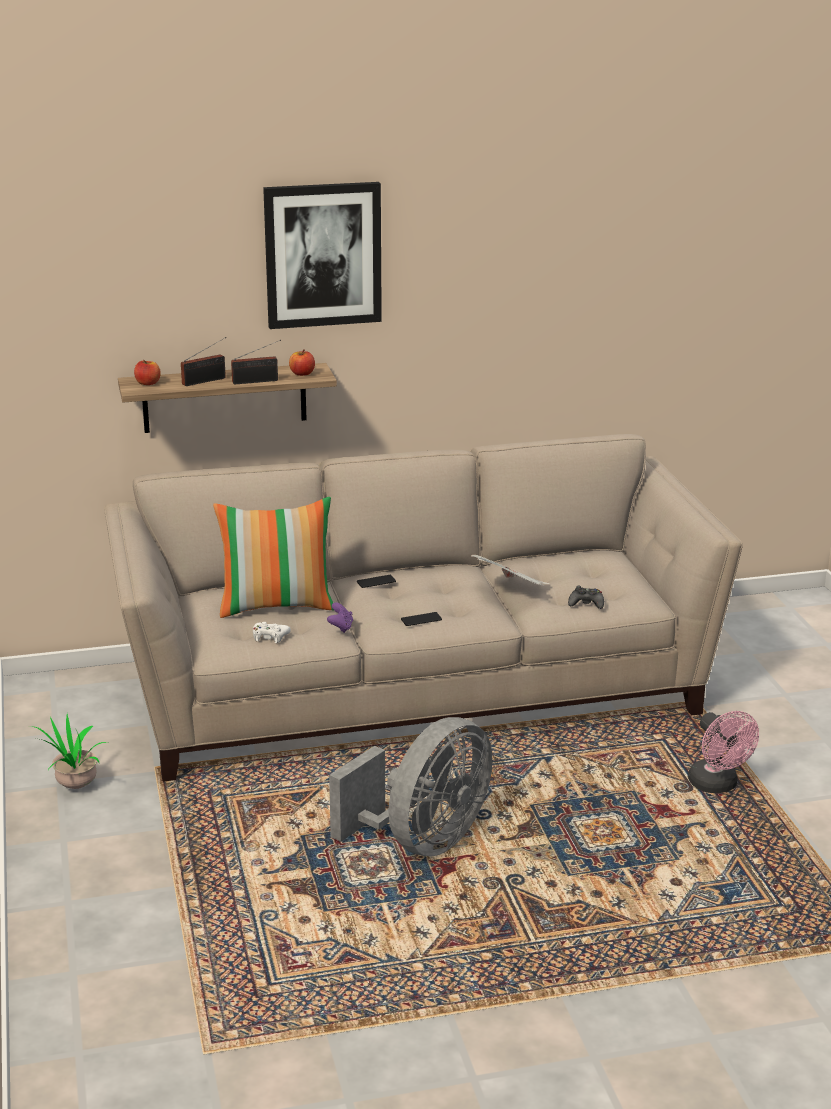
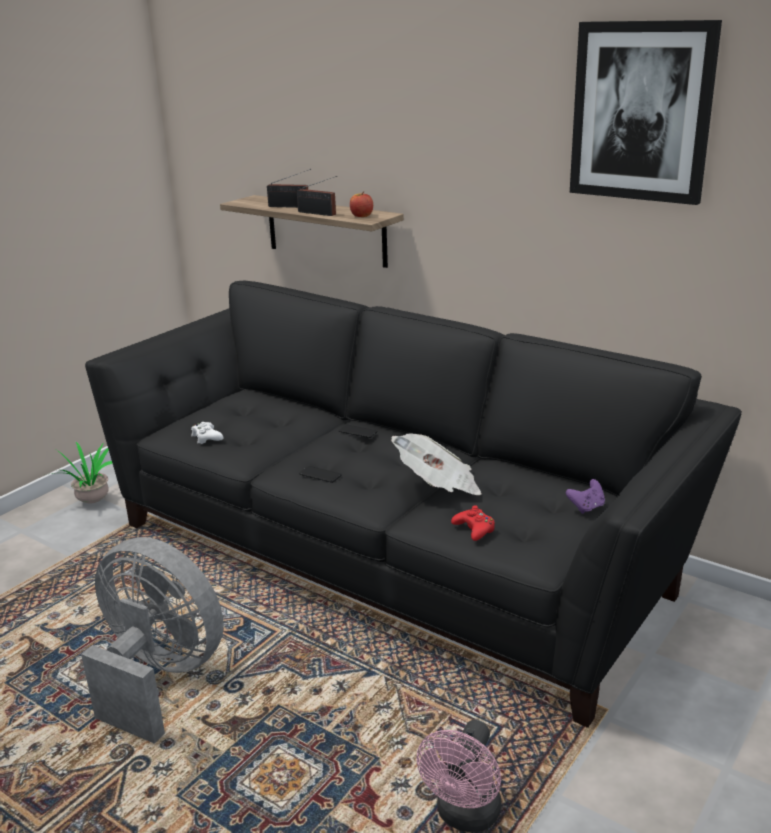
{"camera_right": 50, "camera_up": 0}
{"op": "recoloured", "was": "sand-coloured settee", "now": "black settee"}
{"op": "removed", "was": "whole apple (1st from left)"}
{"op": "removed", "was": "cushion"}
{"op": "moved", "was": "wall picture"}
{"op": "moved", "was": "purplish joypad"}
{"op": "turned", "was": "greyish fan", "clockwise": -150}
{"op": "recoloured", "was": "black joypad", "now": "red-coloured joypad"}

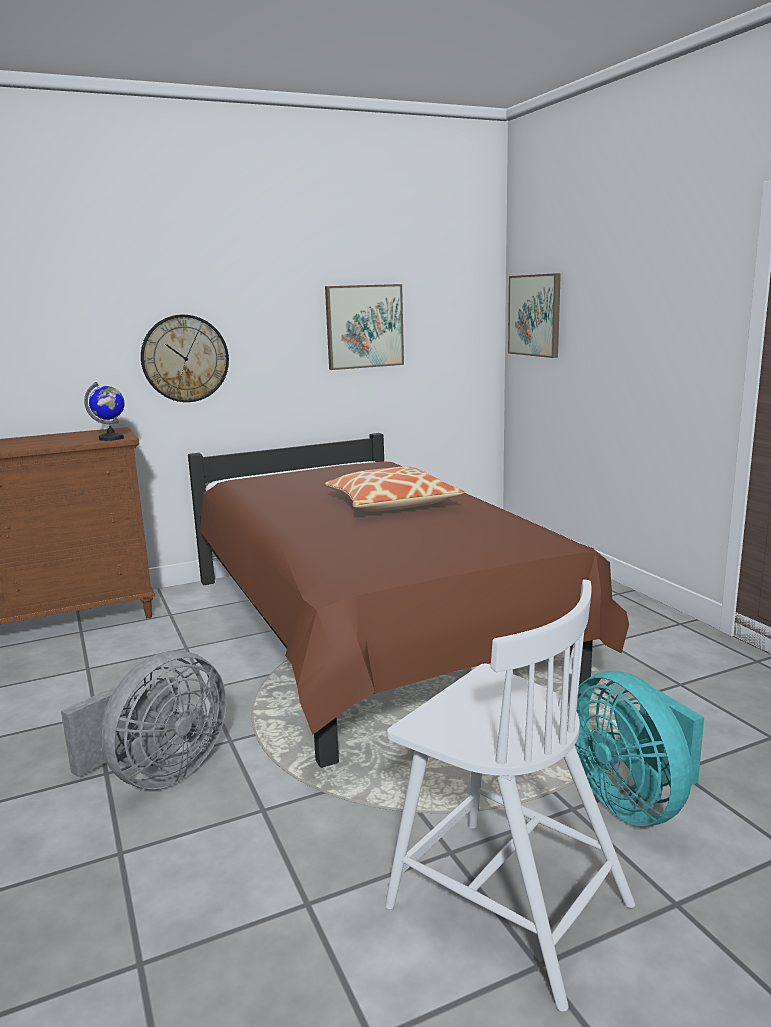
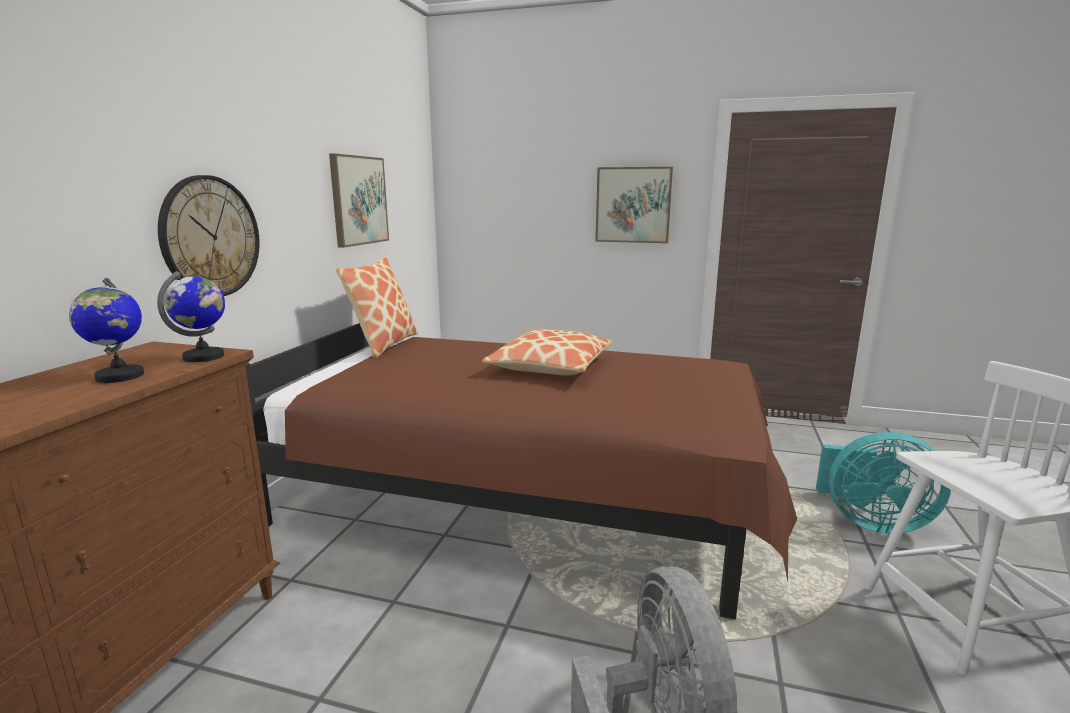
{"camera_right": -50, "camera_up": 0}
{"op": "moved", "was": "wall picture (2nd from left)"}
{"op": "added", "now": "world globe (1st from left)"}
{"op": "added", "now": "cushion (1st from left)"}

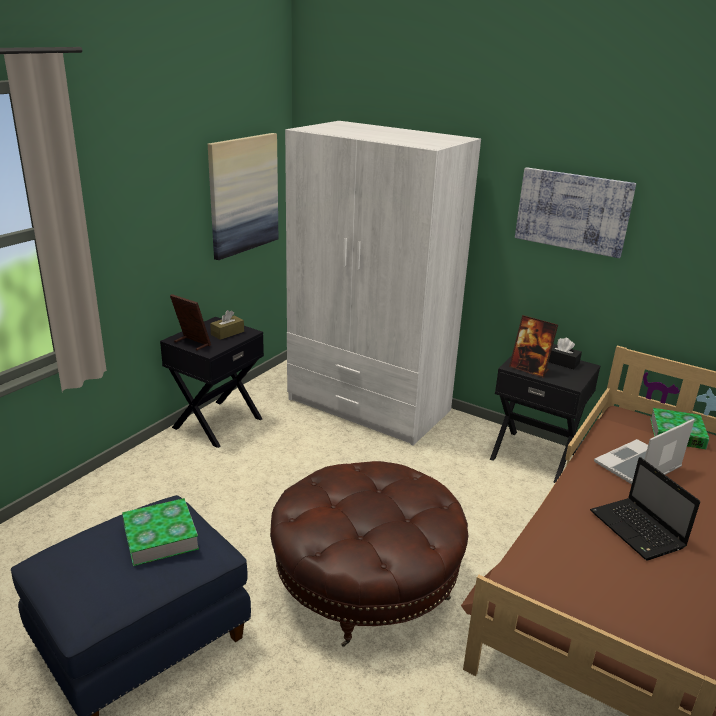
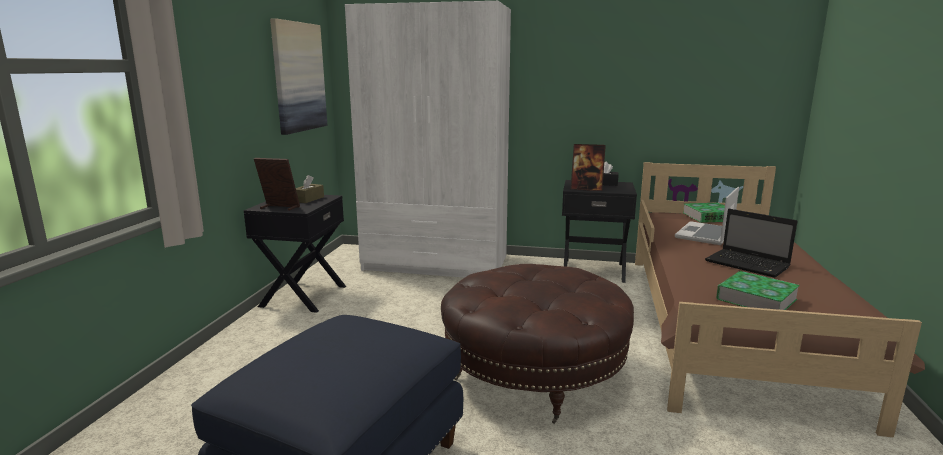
{"camera_right": -20, "camera_up": -10}
{"op": "moved", "was": "volume (1st from left in the first image)", "now": "volume (2nd from left)"}
{"op": "removed", "was": "wall picture (2nd from left)"}

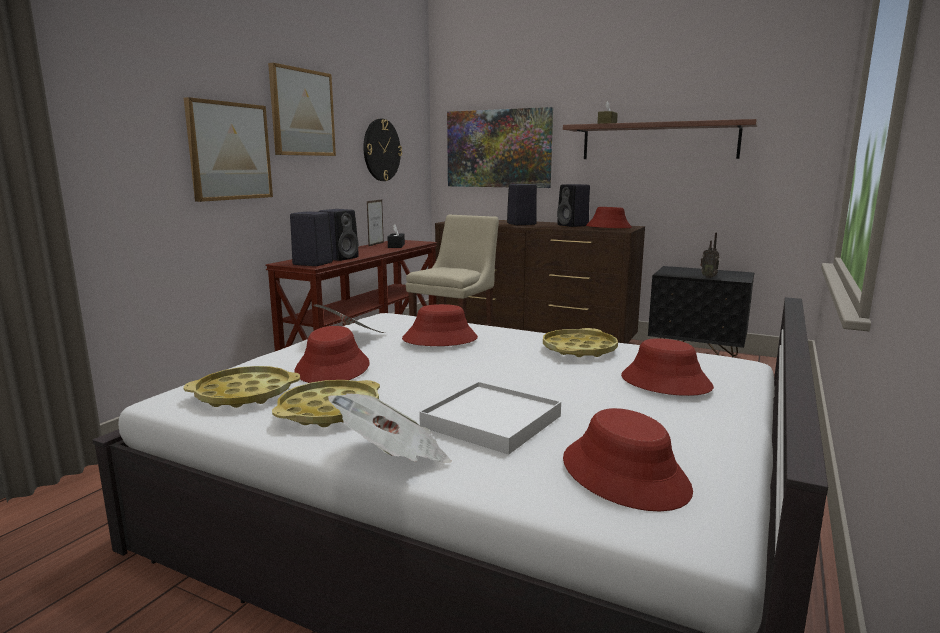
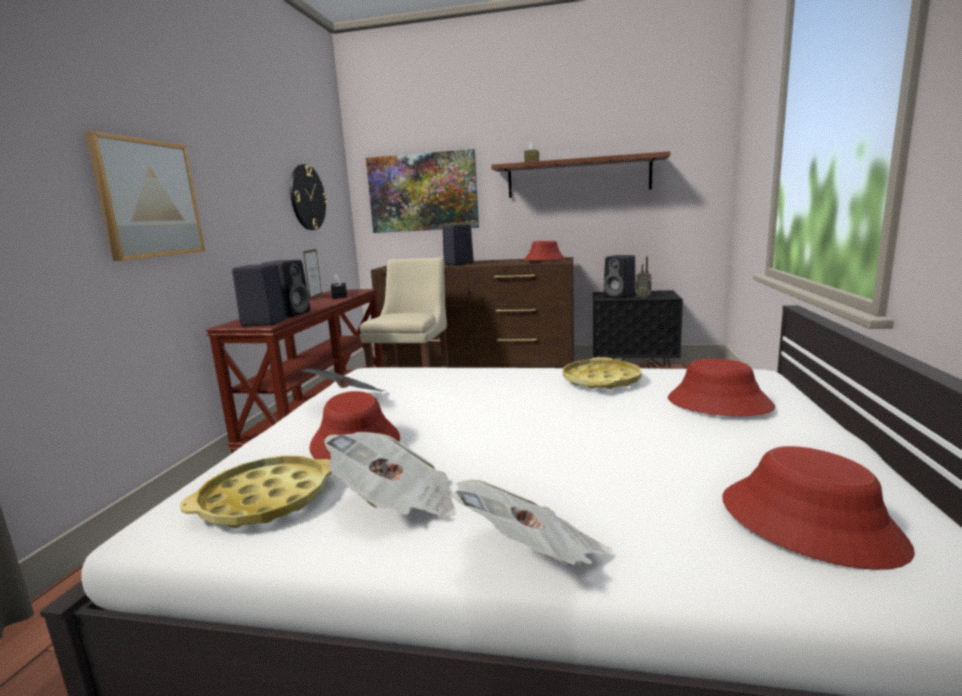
{"camera_right": -15, "camera_up": 0}
{"op": "removed", "was": "wall picture (2nd from left)"}
{"op": "replaced", "was": "yellowish serving tray (2nd from left)", "now": "daily paper (2nd from left)"}
{"op": "removed", "was": "red-coloured hat (2nd from left)"}
{"op": "removed", "was": "white-coloured serving tray"}
{"op": "moved", "was": "black speaker (4th from left)"}

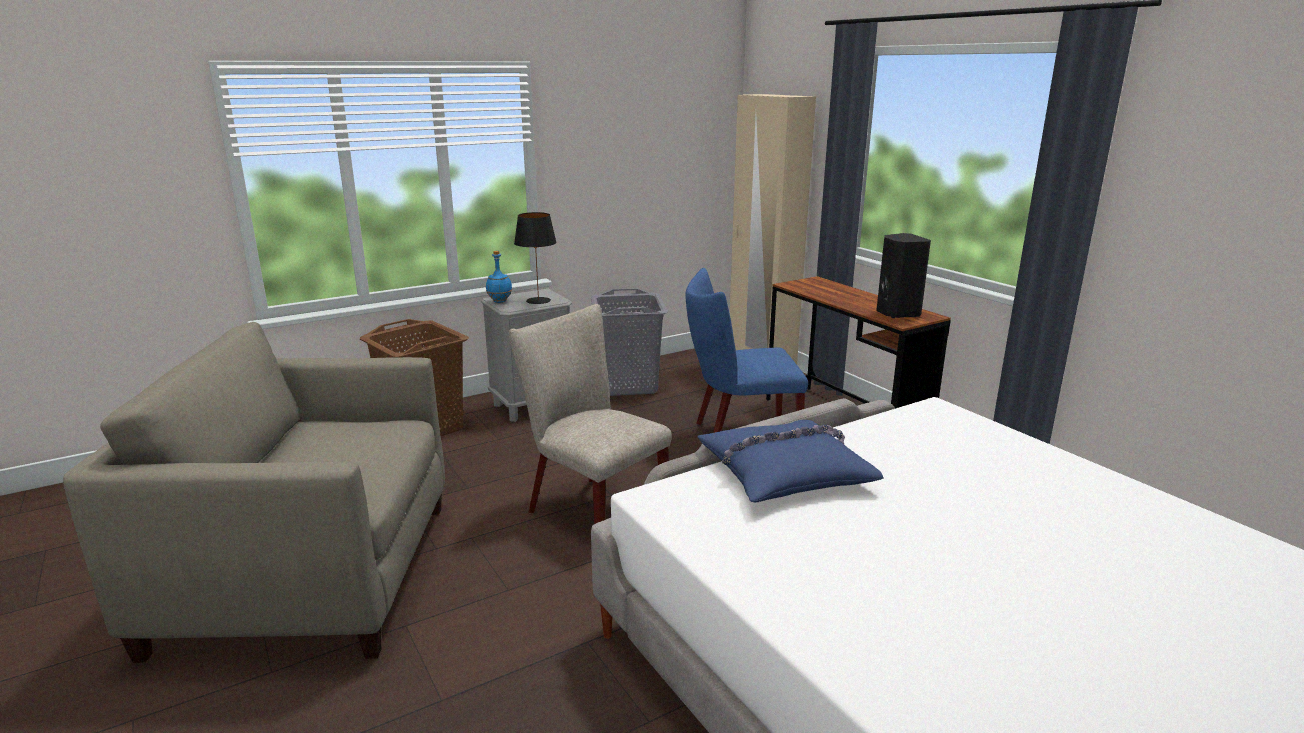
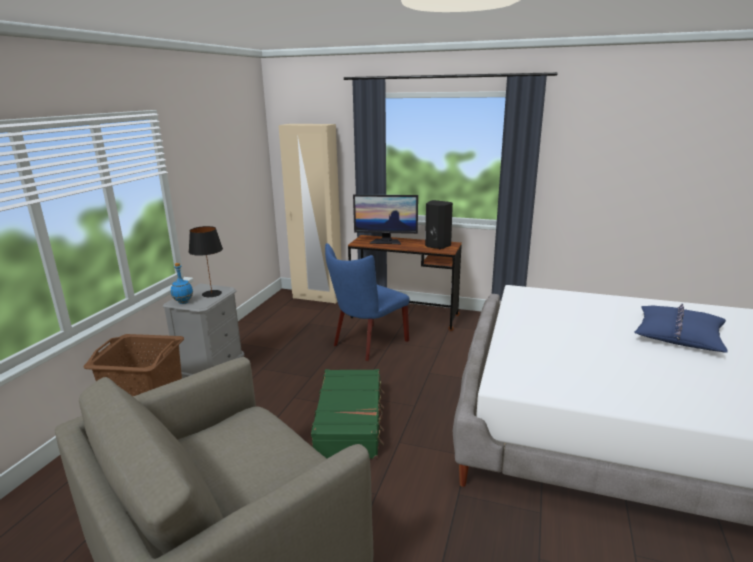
{"camera_right": -40, "camera_up": 0}
{"op": "replaced", "was": "sand-coloured upright chair", "now": "green piece of luggage"}
{"op": "removed", "was": "greyish hamper"}
{"op": "moved", "was": "bluish cushion"}
{"op": "added", "now": "computer display"}

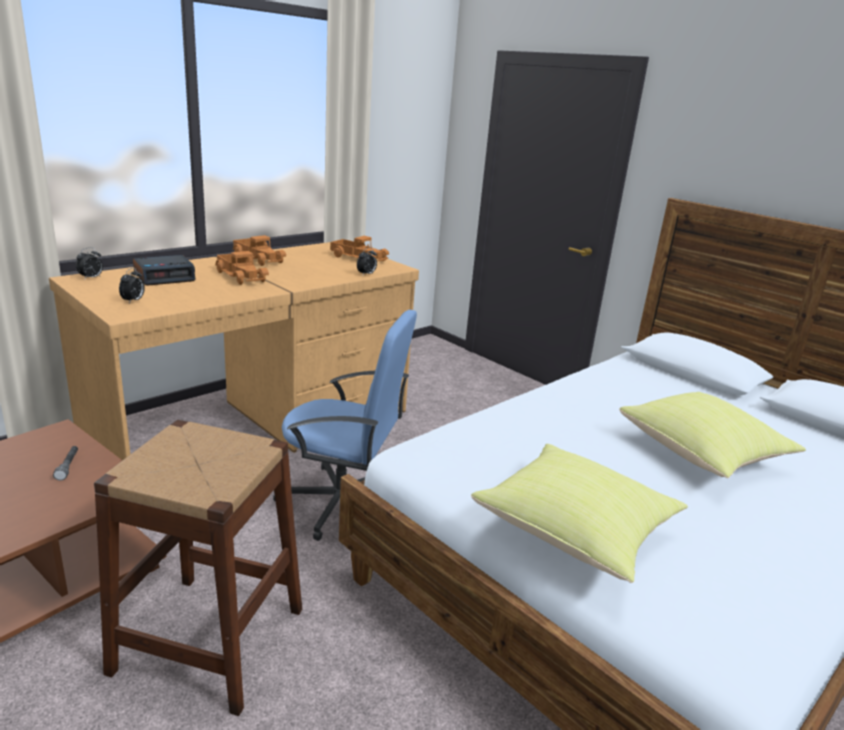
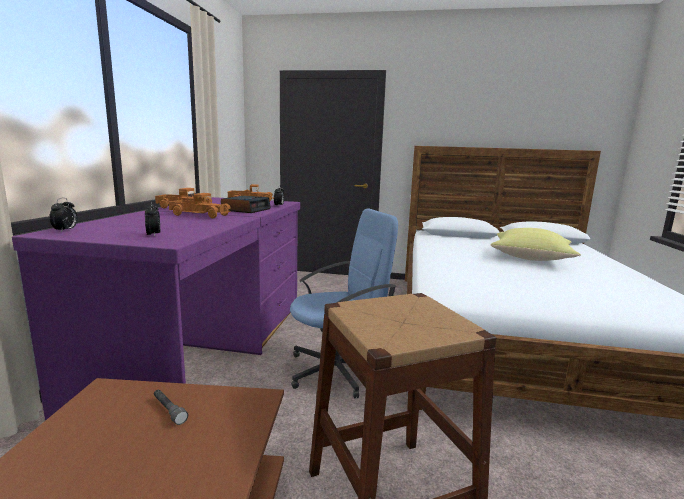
{"camera_right": -35, "camera_up": -10}
{"op": "recoloured", "was": "brown-coloured desk", "now": "purplish desk"}
{"op": "moved", "was": "bedside clock (3rd from left)"}
{"op": "removed", "was": "yellowish cushion (1st from left)"}

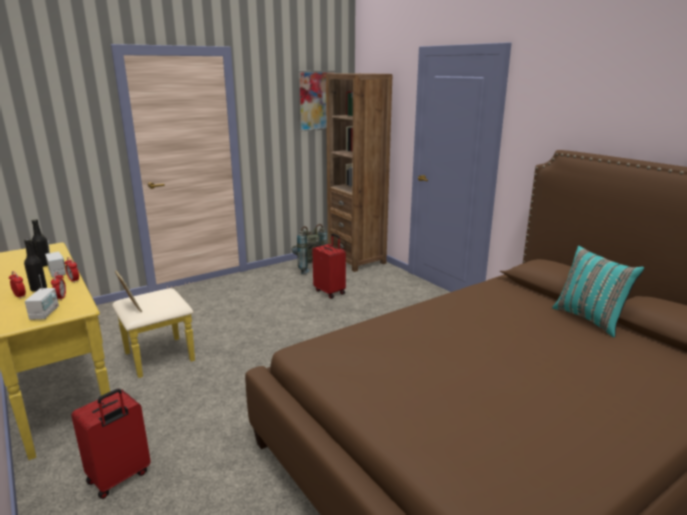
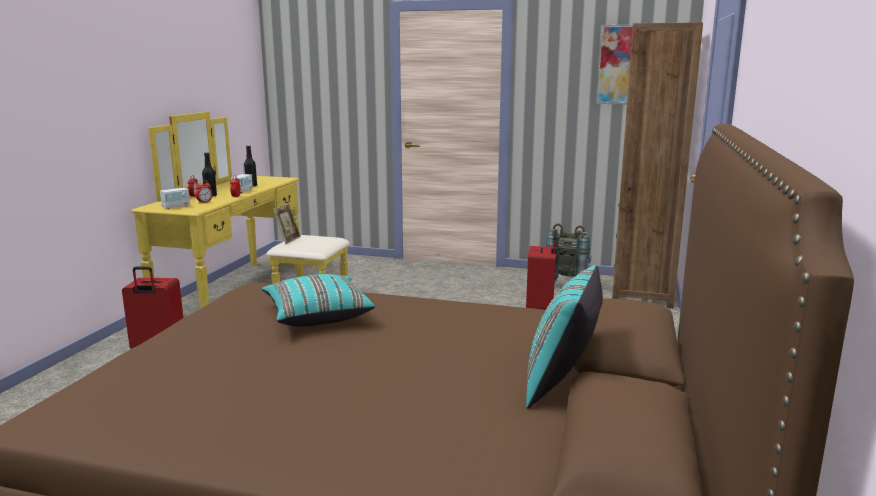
{"camera_right": 50, "camera_up": -5}
{"op": "added", "now": "turquoise-coloured cushion (1st from left)"}

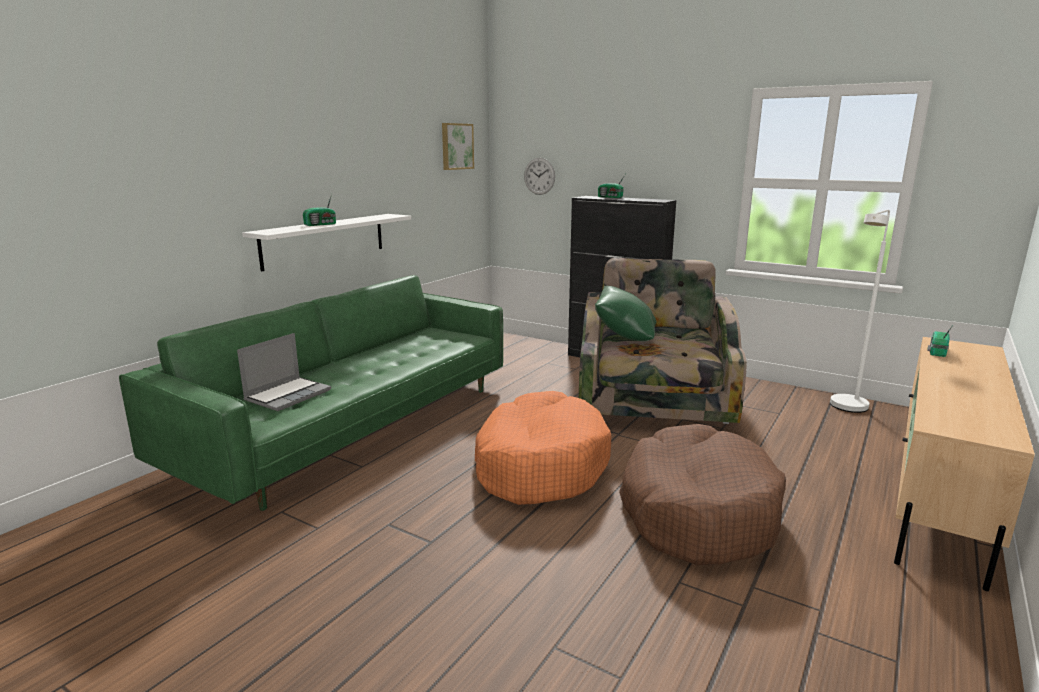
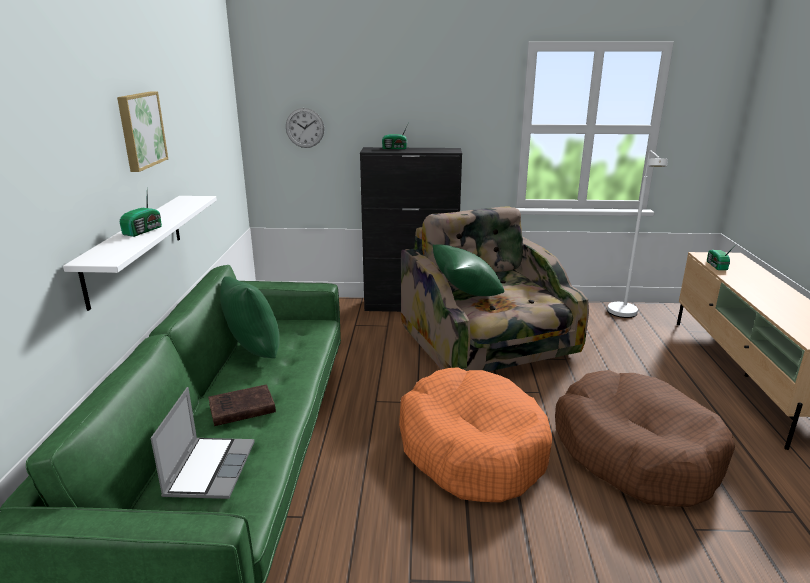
{"camera_right": -30, "camera_up": 5}
{"op": "moved", "was": "wall picture"}
{"op": "added", "now": "brown-coloured volume"}
{"op": "added", "now": "green cushion (1st from left)"}

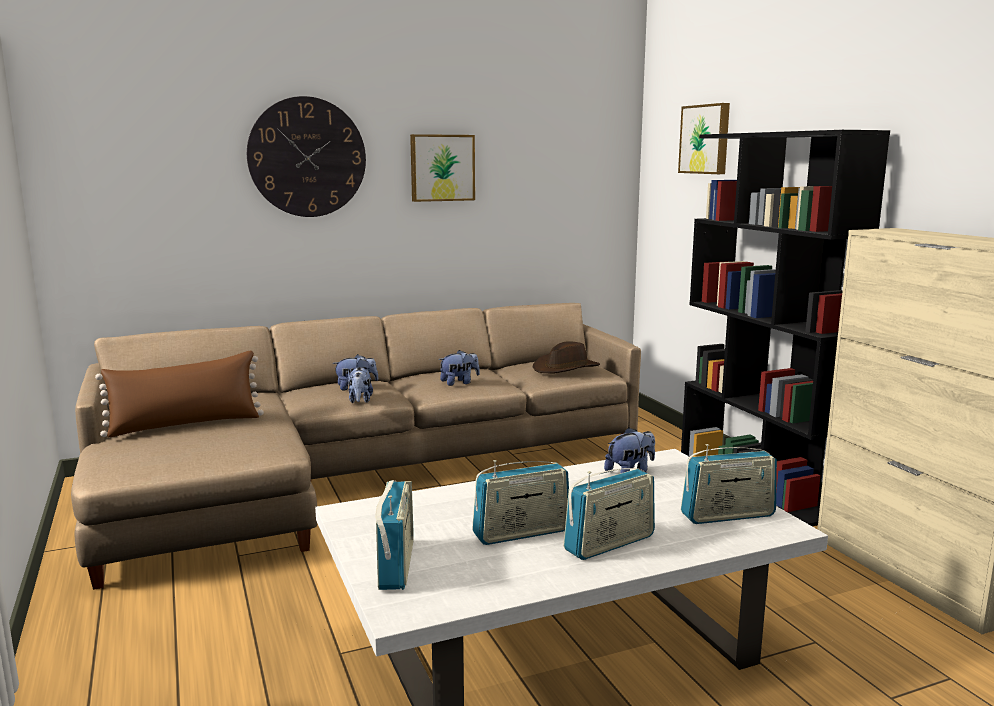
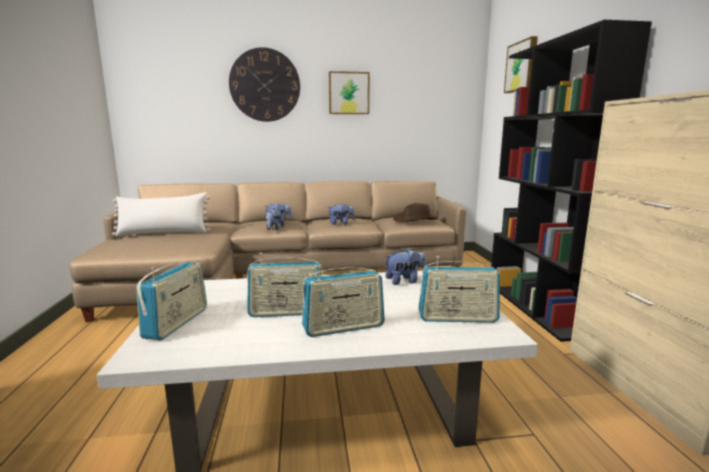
{"camera_right": 15, "camera_up": 0}
{"op": "recoloured", "was": "brown-coloured cushion", "now": "white-coloured cushion"}

